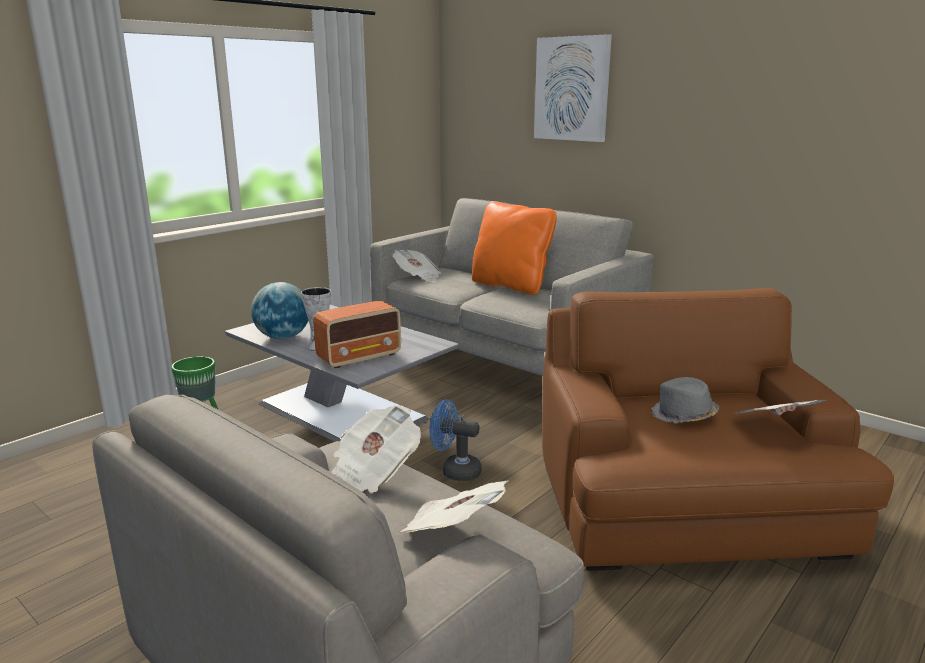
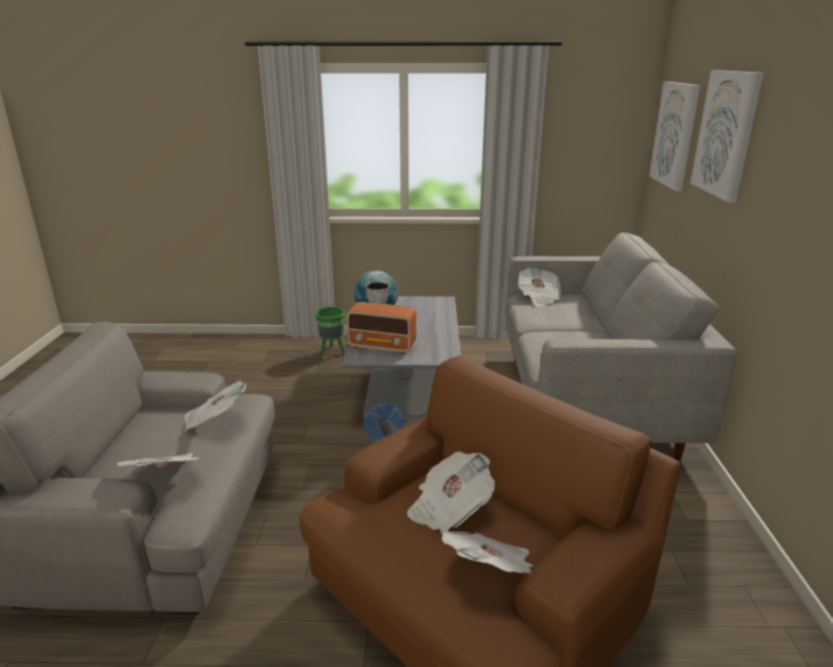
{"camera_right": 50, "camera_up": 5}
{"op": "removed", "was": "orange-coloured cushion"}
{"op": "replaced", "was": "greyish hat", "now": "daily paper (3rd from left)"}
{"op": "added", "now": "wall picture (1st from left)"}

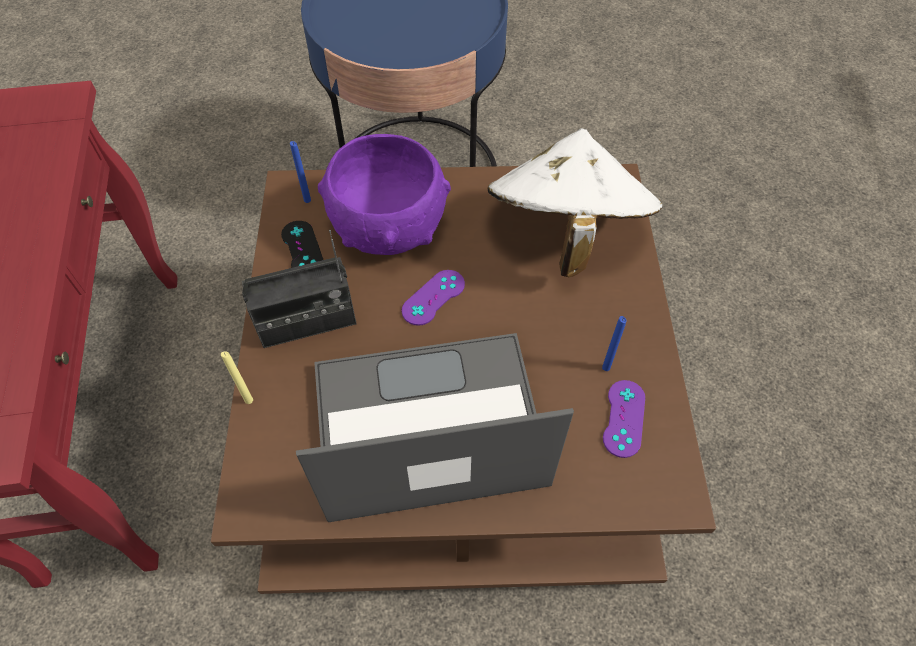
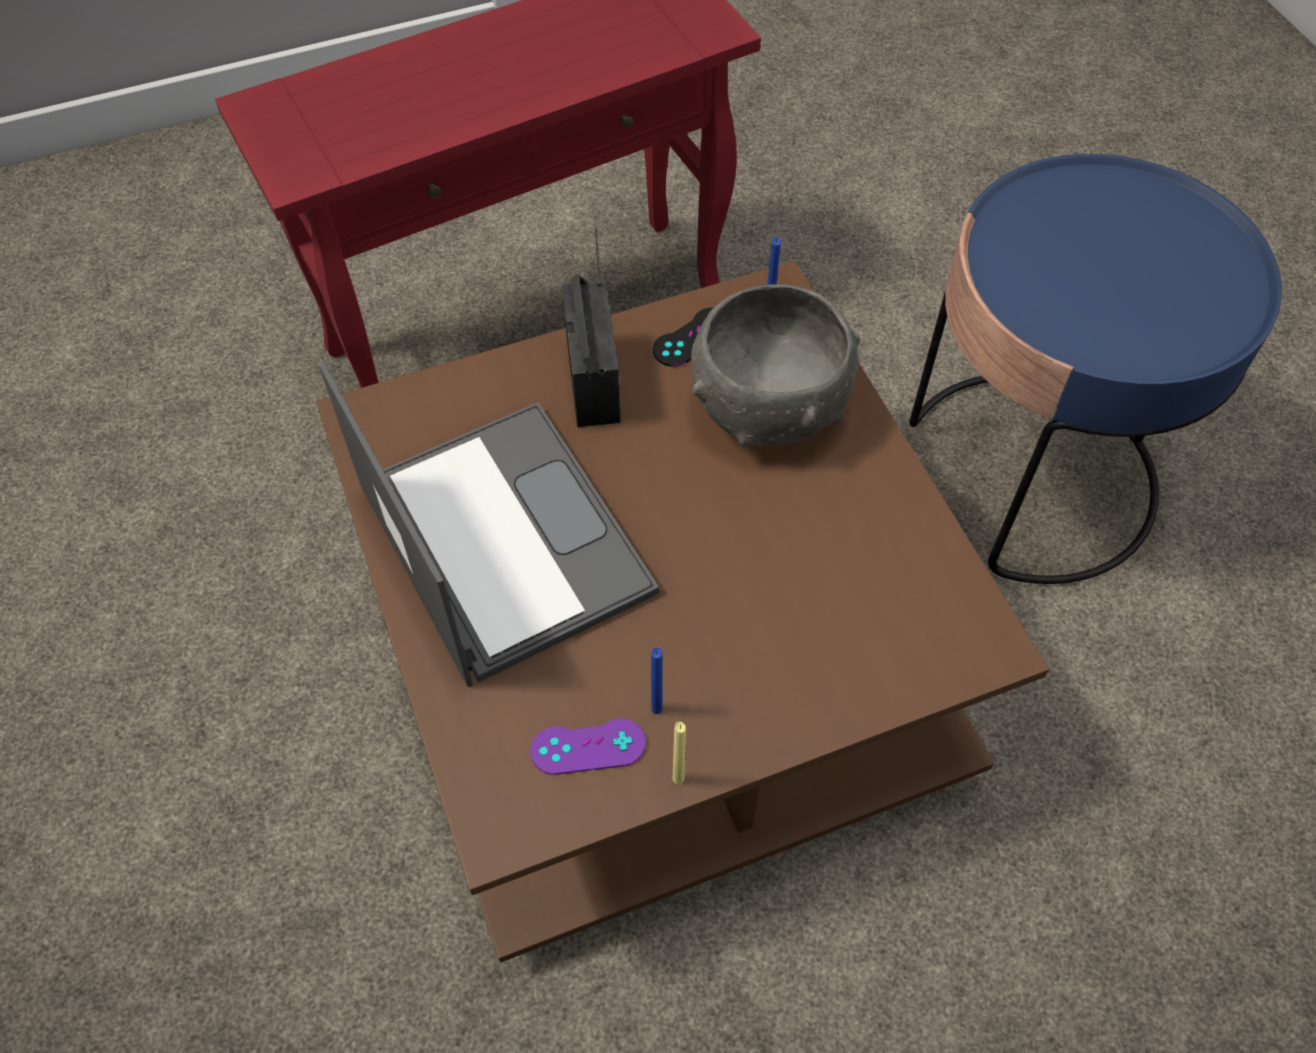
{"camera_right": 70, "camera_up": 0}
{"op": "moved", "was": "yellowish candle"}
{"op": "turned", "was": "radio set", "clockwise": -150}
{"op": "recoloured", "was": "purplish deep dish", "now": "greyish deep dish"}
{"op": "removed", "was": "purplish joypad (1st from left)"}
{"op": "removed", "was": "white-coloured hat"}

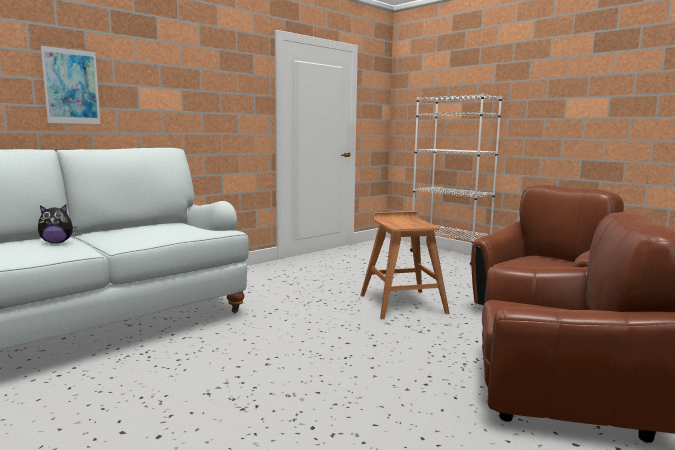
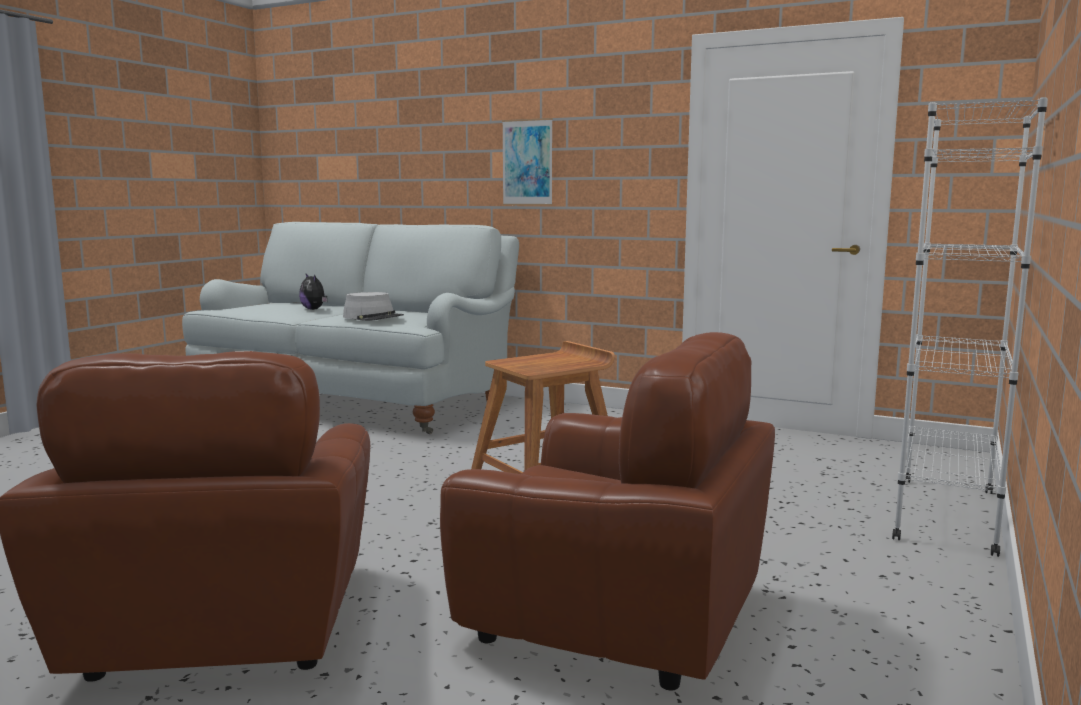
{"camera_right": 70, "camera_up": 0}
{"op": "moved", "was": "wall picture"}
{"op": "added", "now": "greyish hat"}

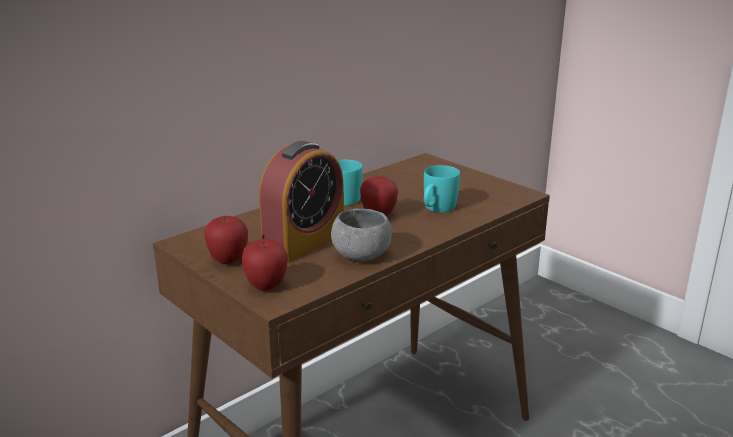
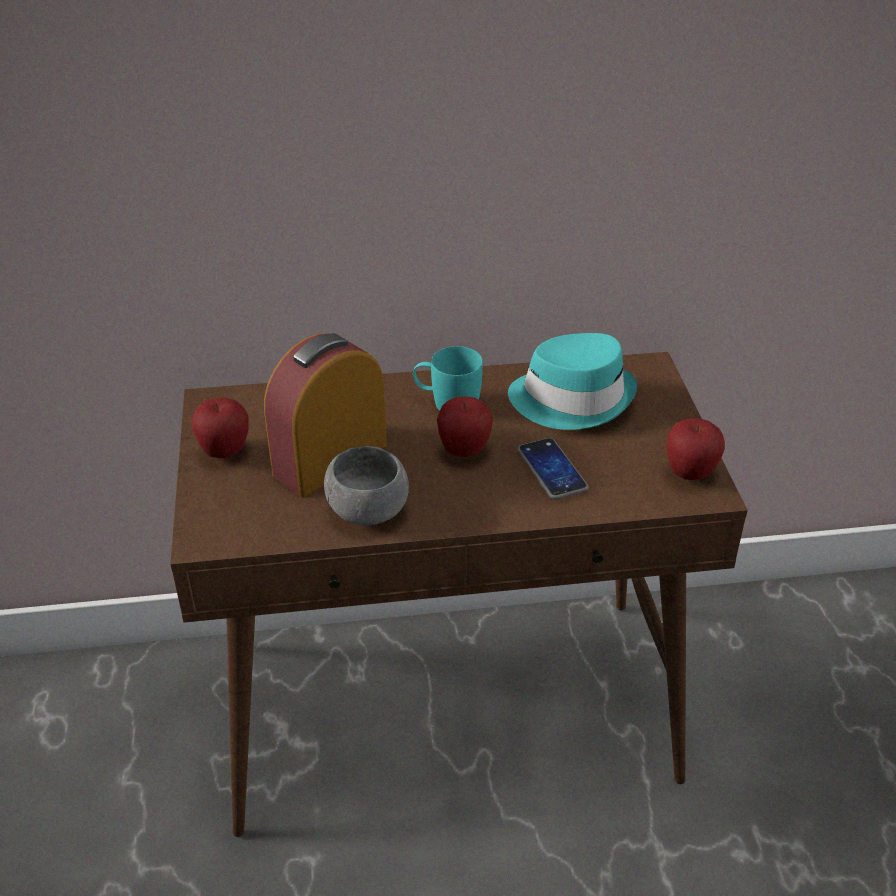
{"camera_right": 35, "camera_up": 15}
{"op": "moved", "was": "whole apple (2nd from left in the first image)", "now": "whole apple (3rd from left)"}
{"op": "turned", "was": "bedside clock", "clockwise": 150}
{"op": "replaced", "was": "turquoise-coloured coffee mug (2nd from left)", "now": "phone"}
{"op": "added", "now": "turquoise-coloured hat"}

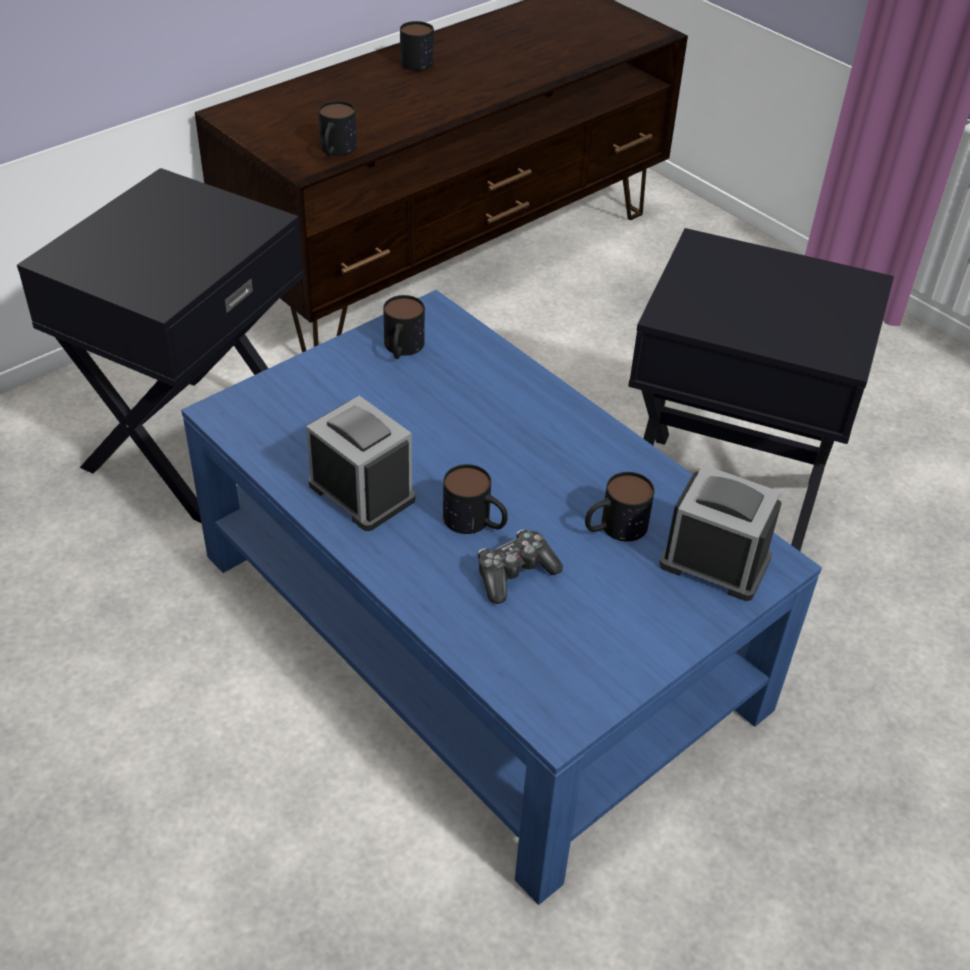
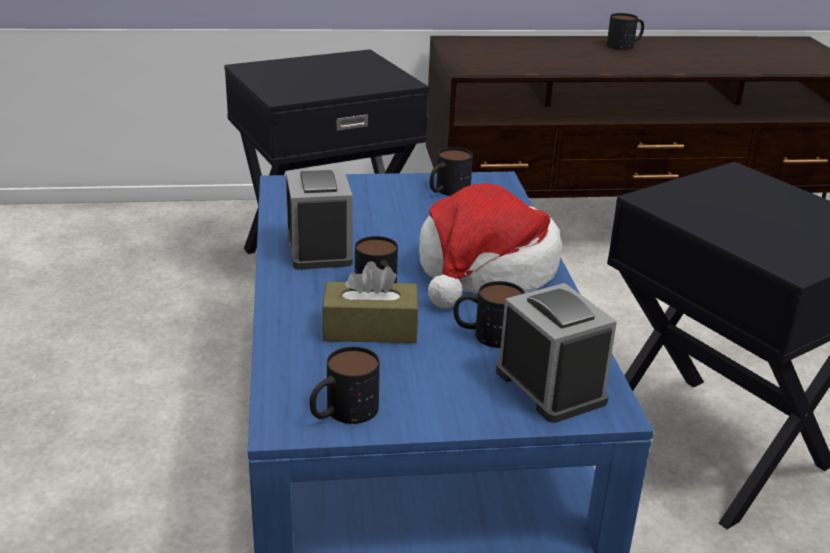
{"camera_right": 35, "camera_up": -15}
{"op": "moved", "was": "coffee mug (1st from left)"}
{"op": "replaced", "was": "joypad", "now": "brown-coloured tissue holder"}
{"op": "added", "now": "hat"}

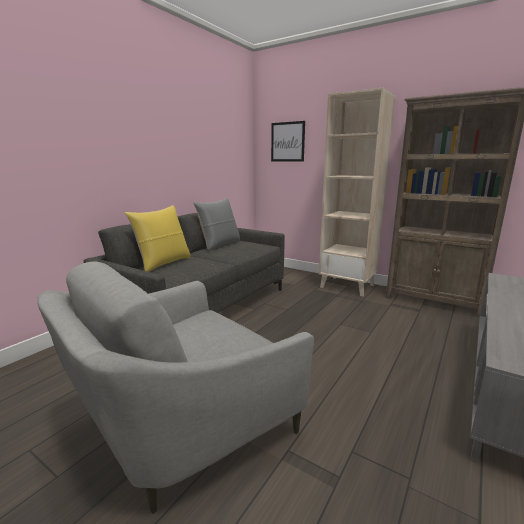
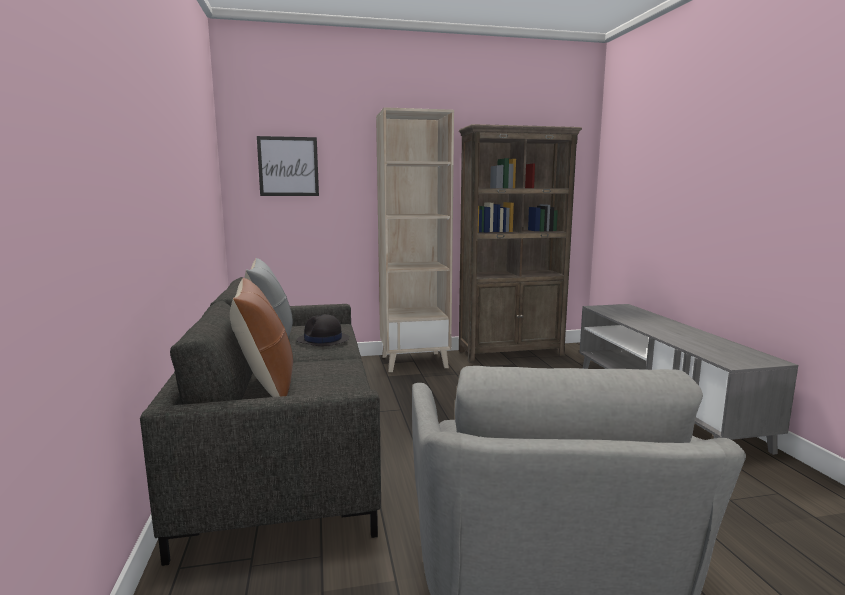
{"camera_right": -45, "camera_up": -5}
{"op": "recoloured", "was": "yellowish cushion", "now": "brown-coloured cushion"}
{"op": "added", "now": "black hat"}

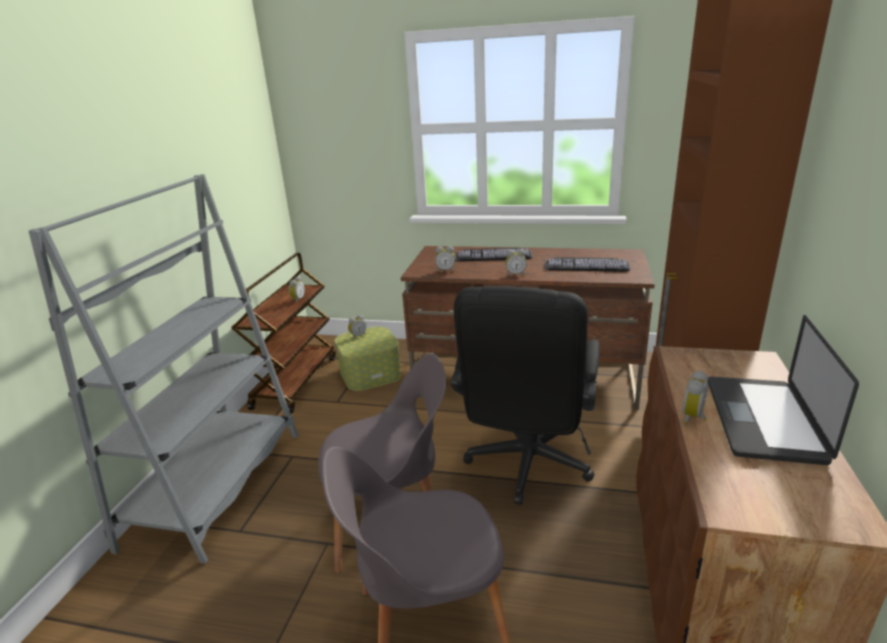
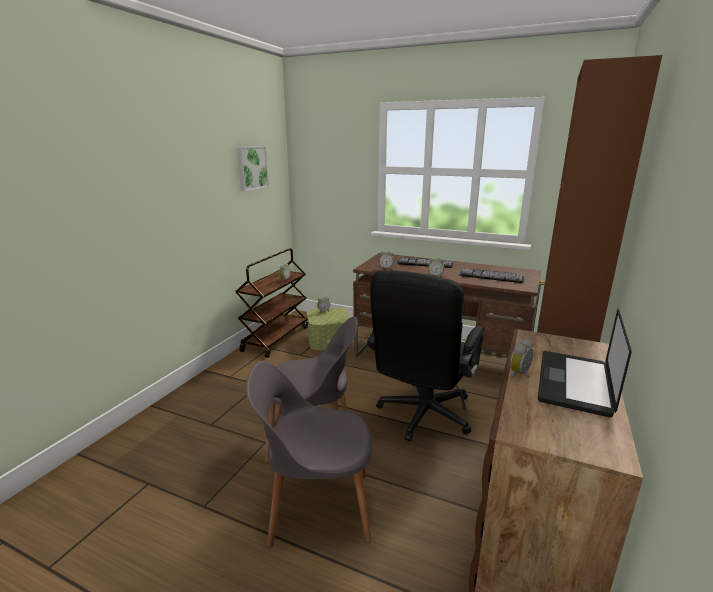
{"camera_right": 10, "camera_up": -5}
{"op": "removed", "was": "greyish bookshelf"}
{"op": "added", "now": "wall picture"}

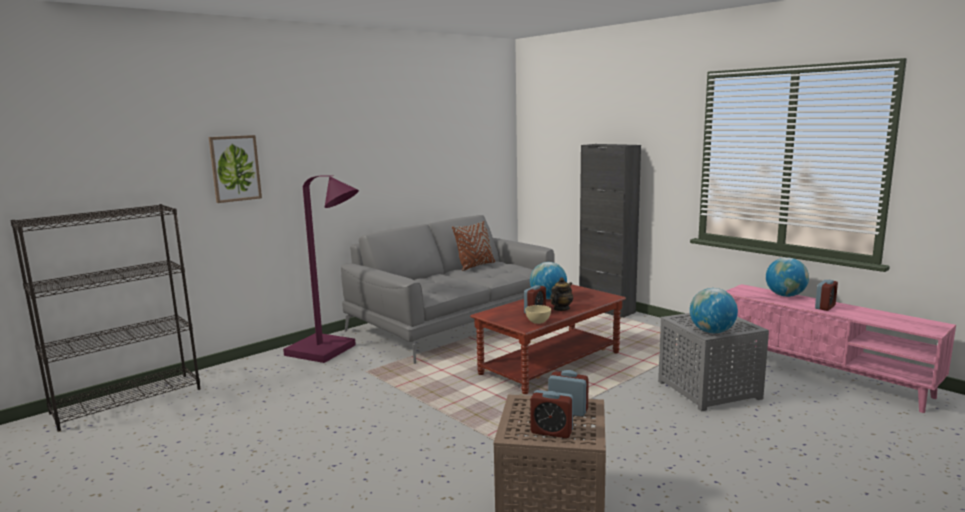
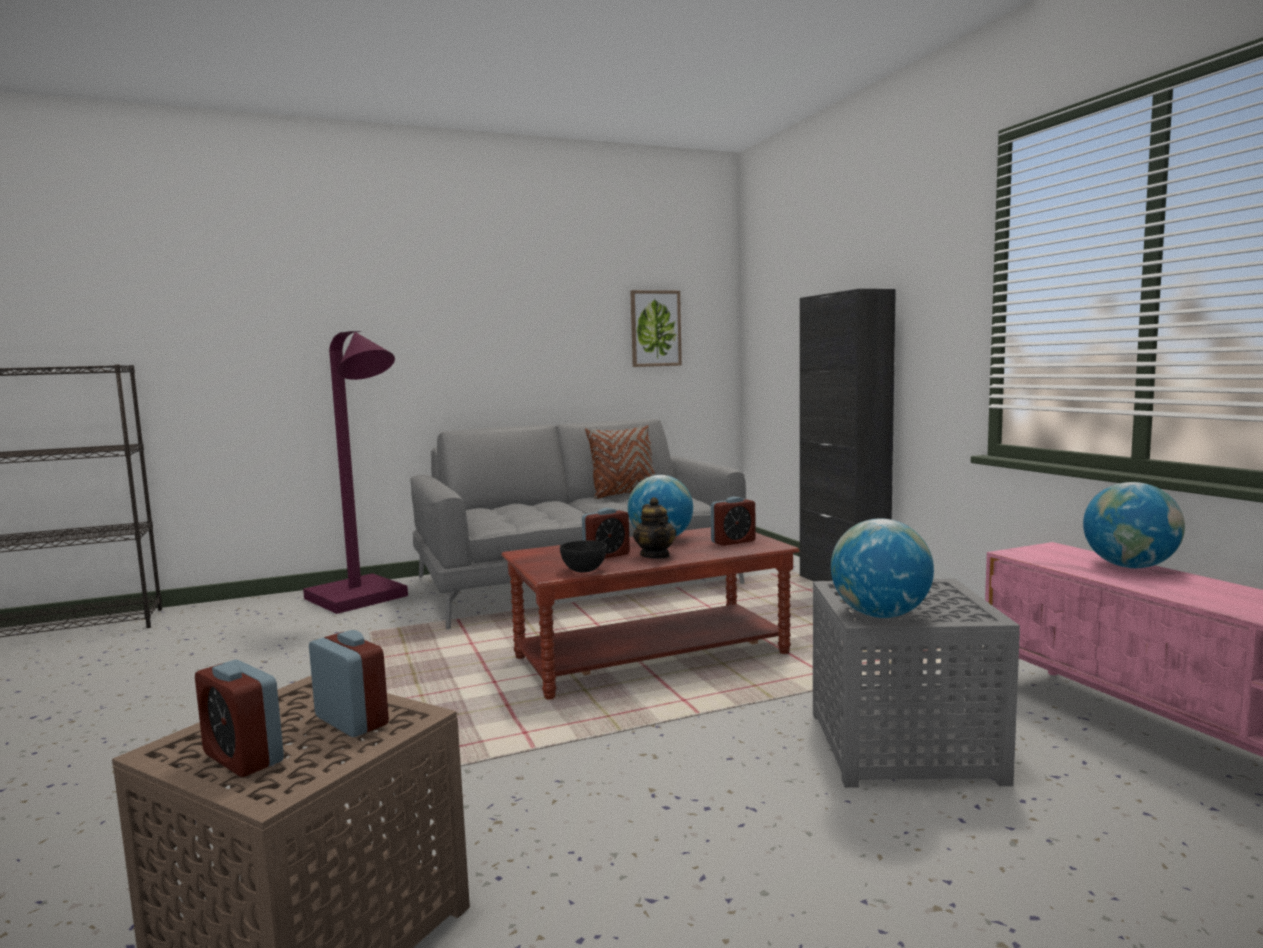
{"camera_right": 20, "camera_up": -5}
{"op": "moved", "was": "wall picture"}
{"op": "recoloured", "was": "sand-coloured deep dish", "now": "black deep dish"}
{"op": "turned", "was": "teapot", "clockwise": 105}
{"op": "moved", "was": "bedside clock (4th from left)"}

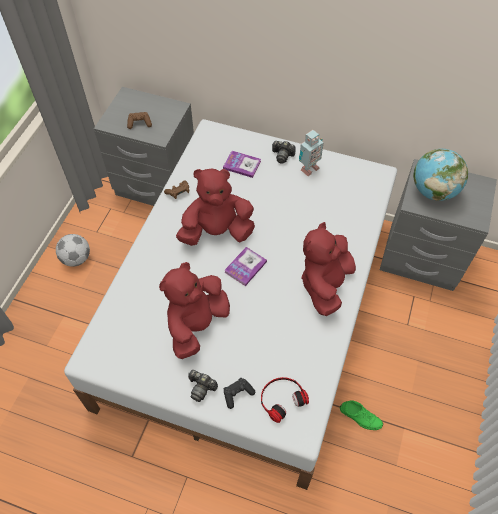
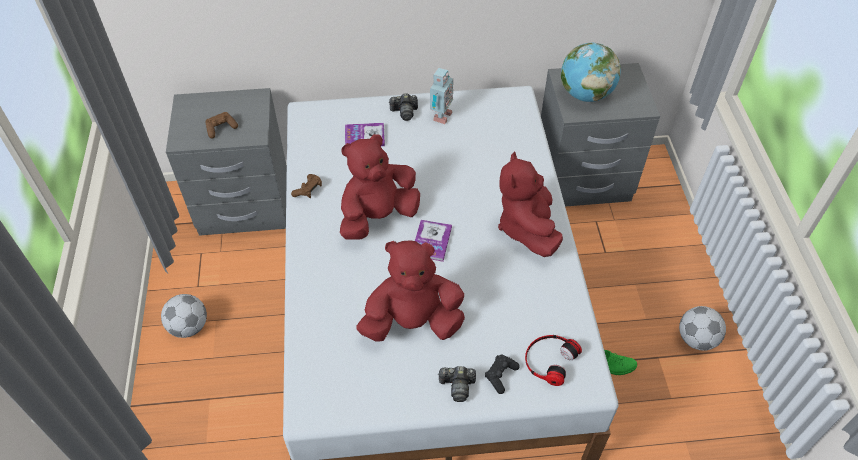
{"camera_right": -25, "camera_up": -5}
{"op": "turned", "was": "red-coloured cuddly toy (1st from left in the first image)", "clockwise": 75}
{"op": "added", "now": "football ball (2nd from left)"}

